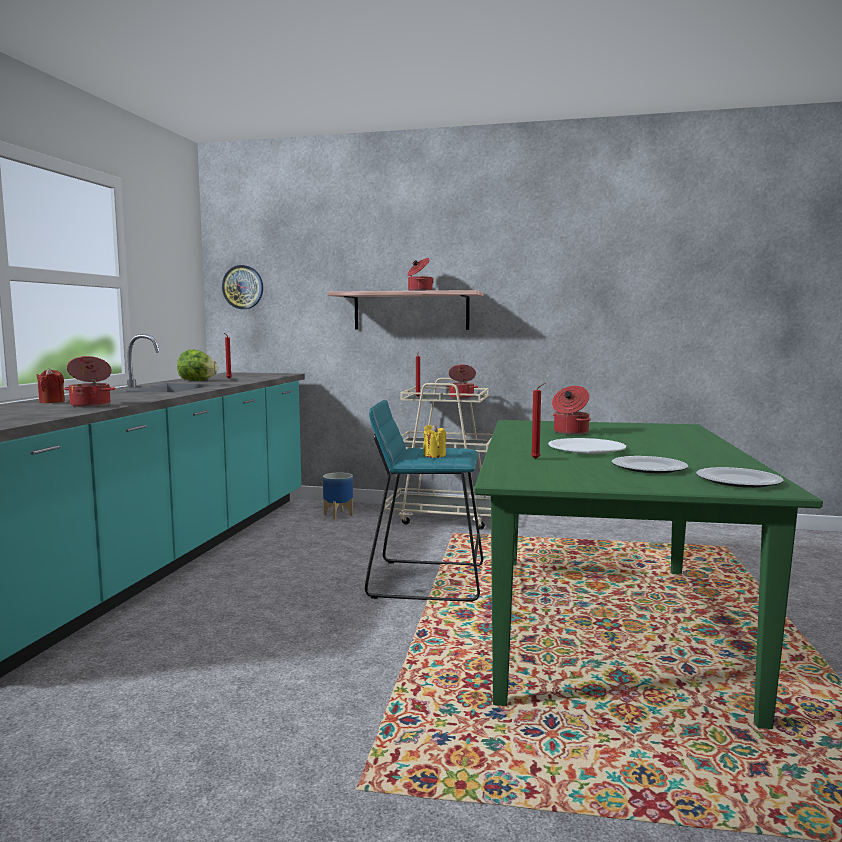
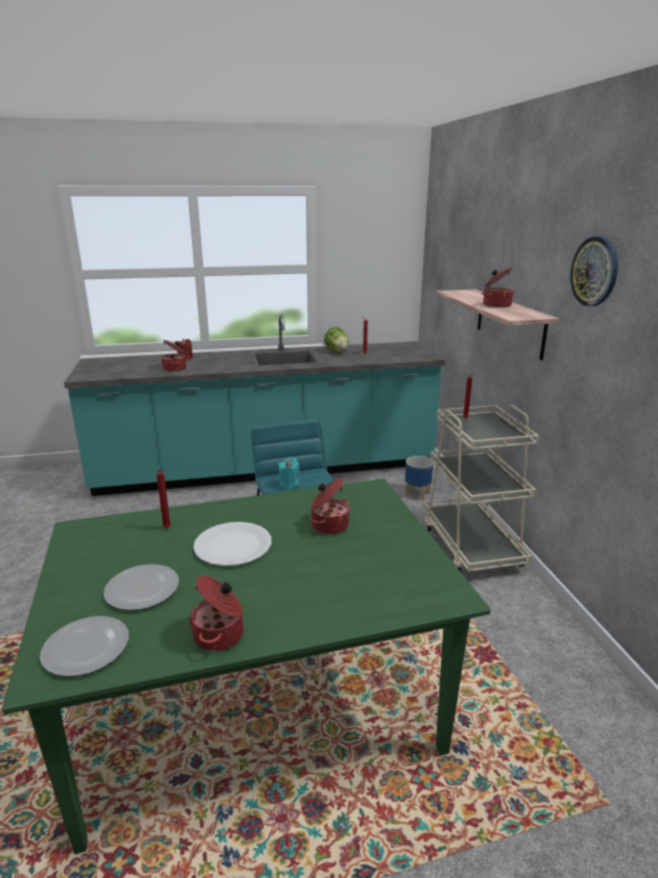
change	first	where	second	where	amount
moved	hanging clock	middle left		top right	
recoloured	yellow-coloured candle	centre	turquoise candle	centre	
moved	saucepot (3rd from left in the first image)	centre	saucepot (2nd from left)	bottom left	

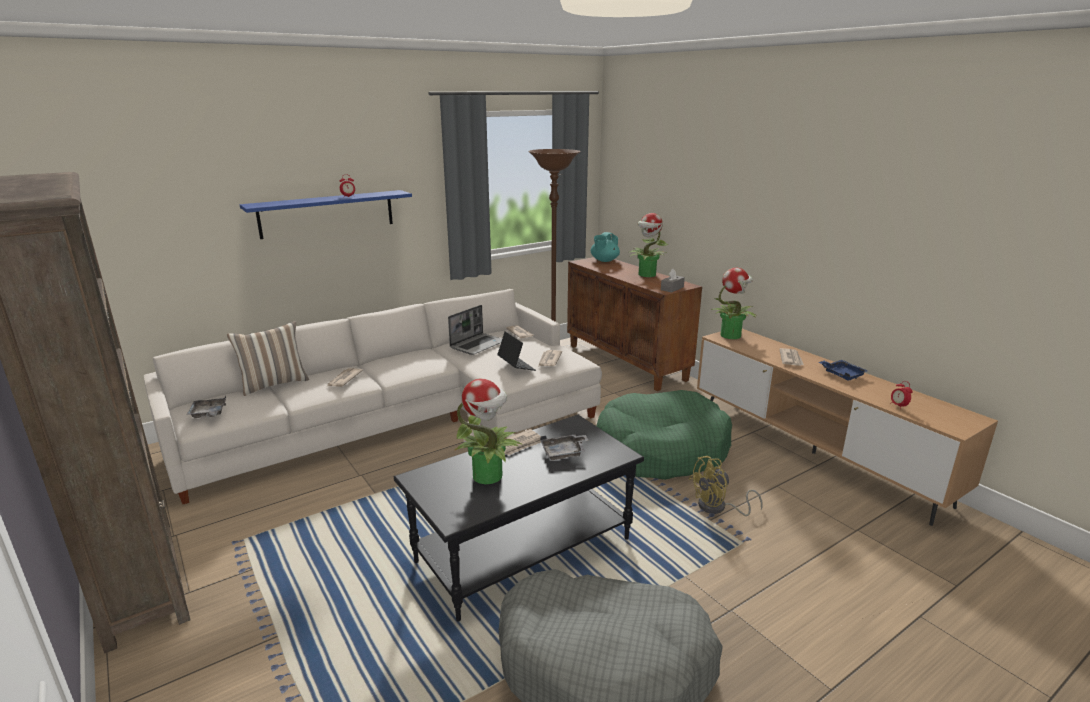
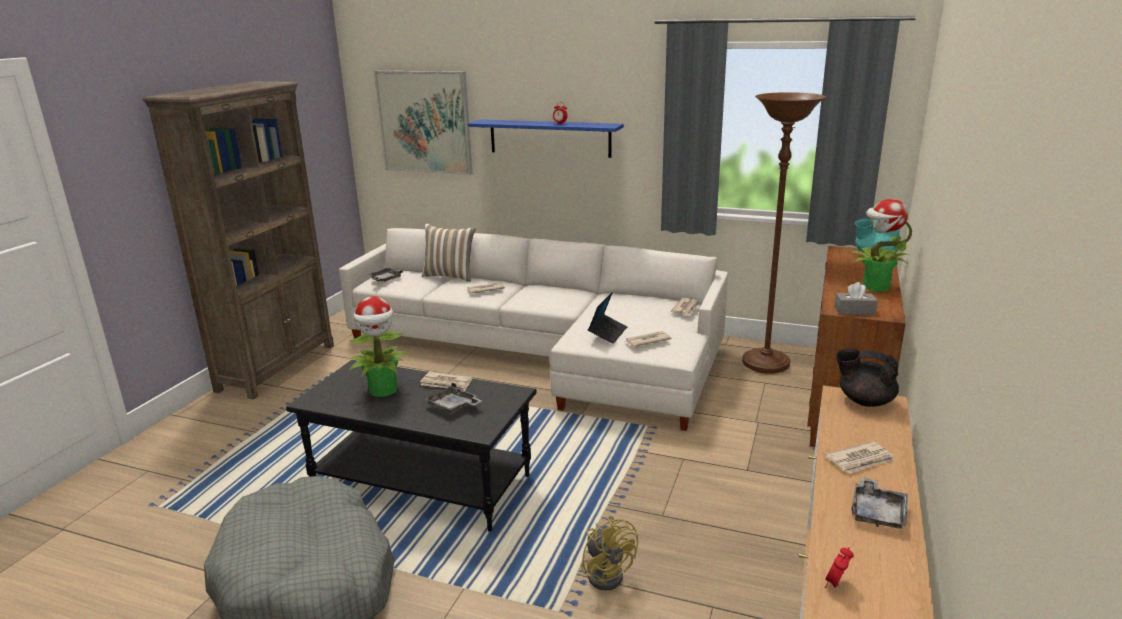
change	first	where	second	where	amount
removed	portable computer (1st from left)	centre			
removed	green-coloured dog cushion	centre			
turned	yellow-coloured fan	bottom centre		bottom centre	150 degrees counterclockwise
replaced	plant in a pot (3rd from left)	middle right	blackish teapot	middle right	
recoloured	blue-coloured tray	middle right	grey tray (3rd from left)	bottom right	
added			picture	top centre	

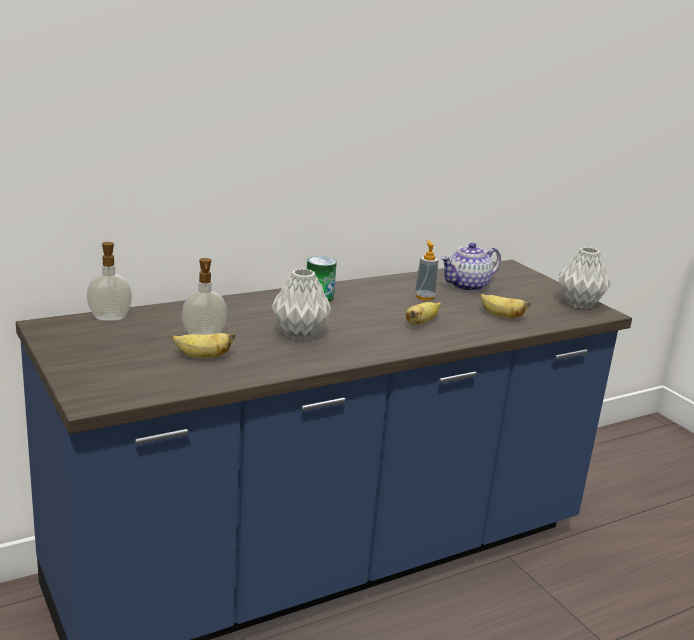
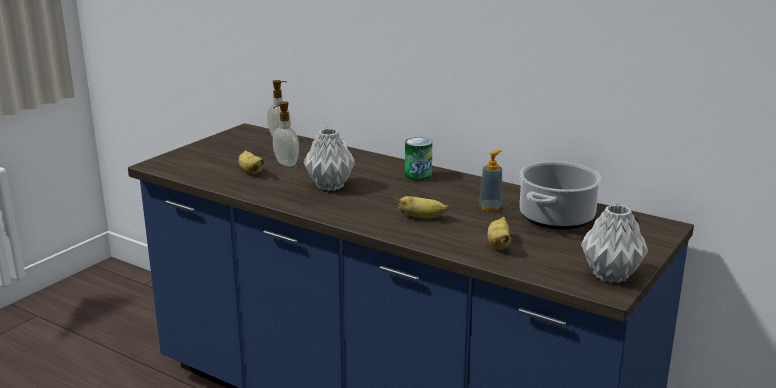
change	first	where	second	where	amount
replaced	teapot	middle right	saucepot	middle right	

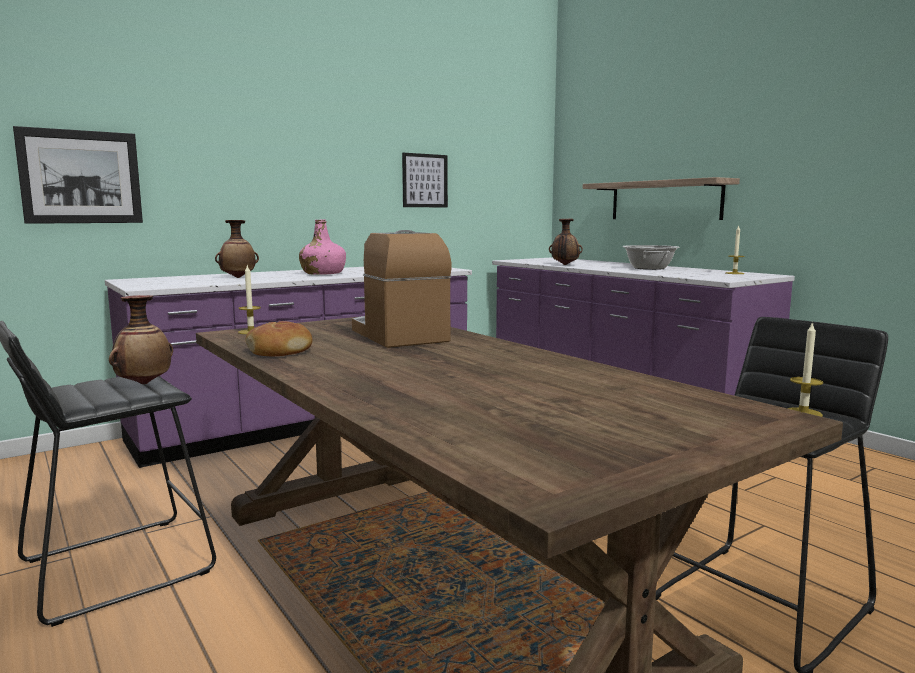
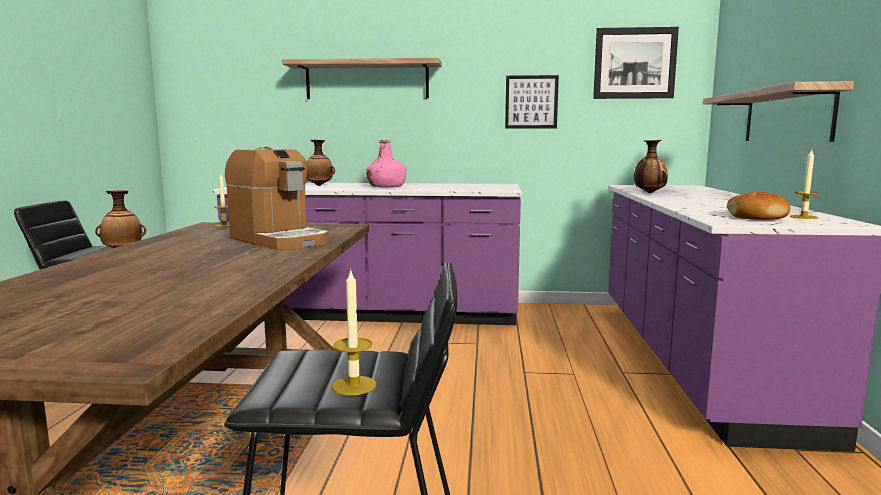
change	first	where	second	where	amount
moved	picture (1st from left in the first image)	top left	picture (2nd from left)	top right	
moved	bakery bread	middle left		middle right	
turned	coffee maker	centre		middle left	120 degrees clockwise
removed	saucepot	middle right			
added			wall shelf (1st from left)	top centre	

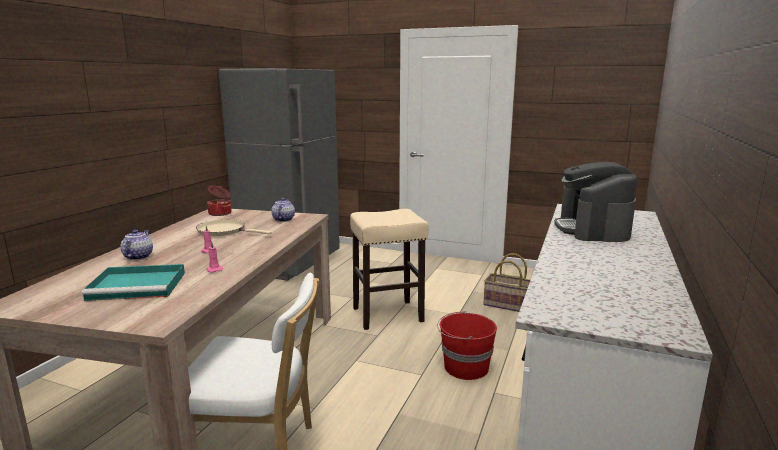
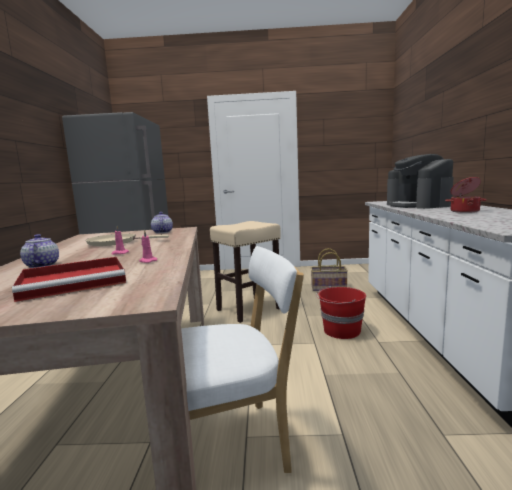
change	first	where	second	where	amount
recoloured	turquoise tray	middle left	reddish tray	middle left	
moved	saucepot	middle left		middle right	

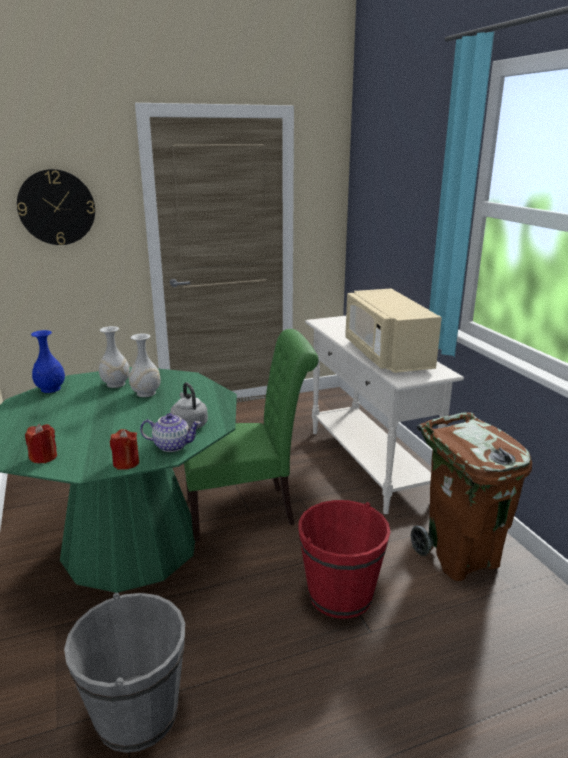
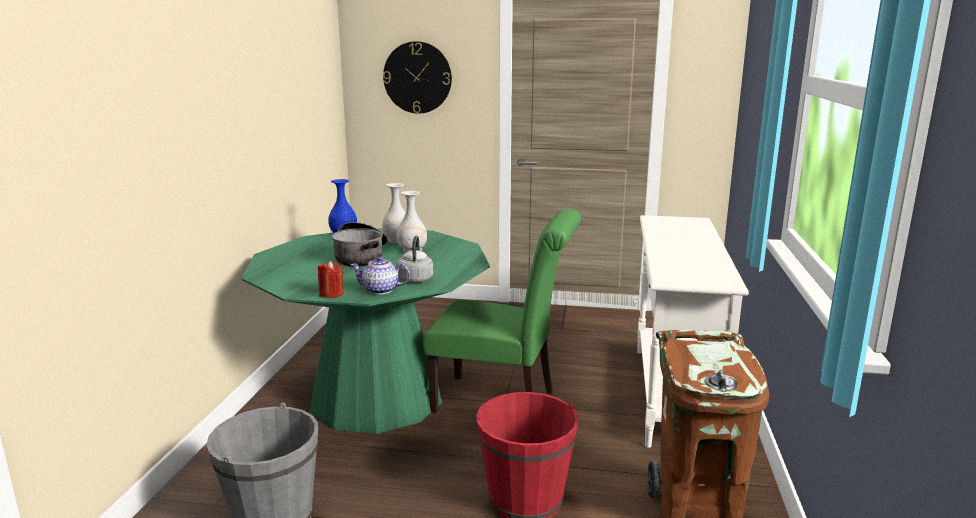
change	first	where	second	where	amount
removed	reddish candle (1st from left)	middle left			
turned	teapot	middle left		centre	150 degrees clockwise
removed	sand-coloured kitchen microwave	middle right			
added			saucepot	centre	

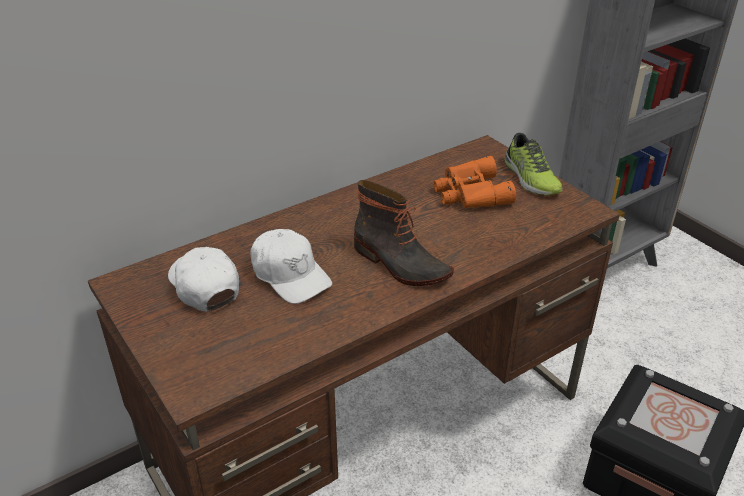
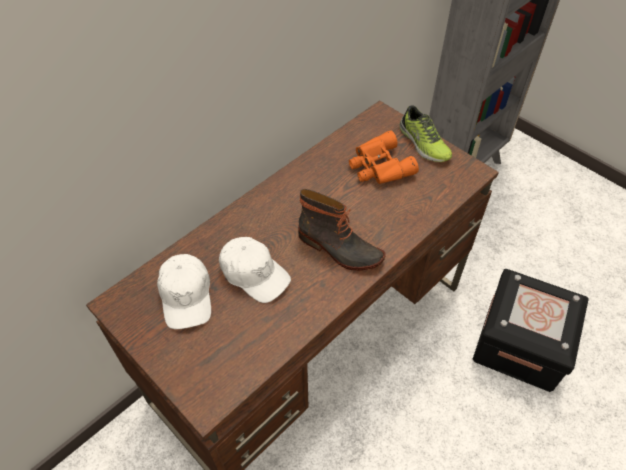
change	first	where	second	where	amount
turned	whitish peaked cap (1st from left)	middle left		middle left	150 degrees counterclockwise

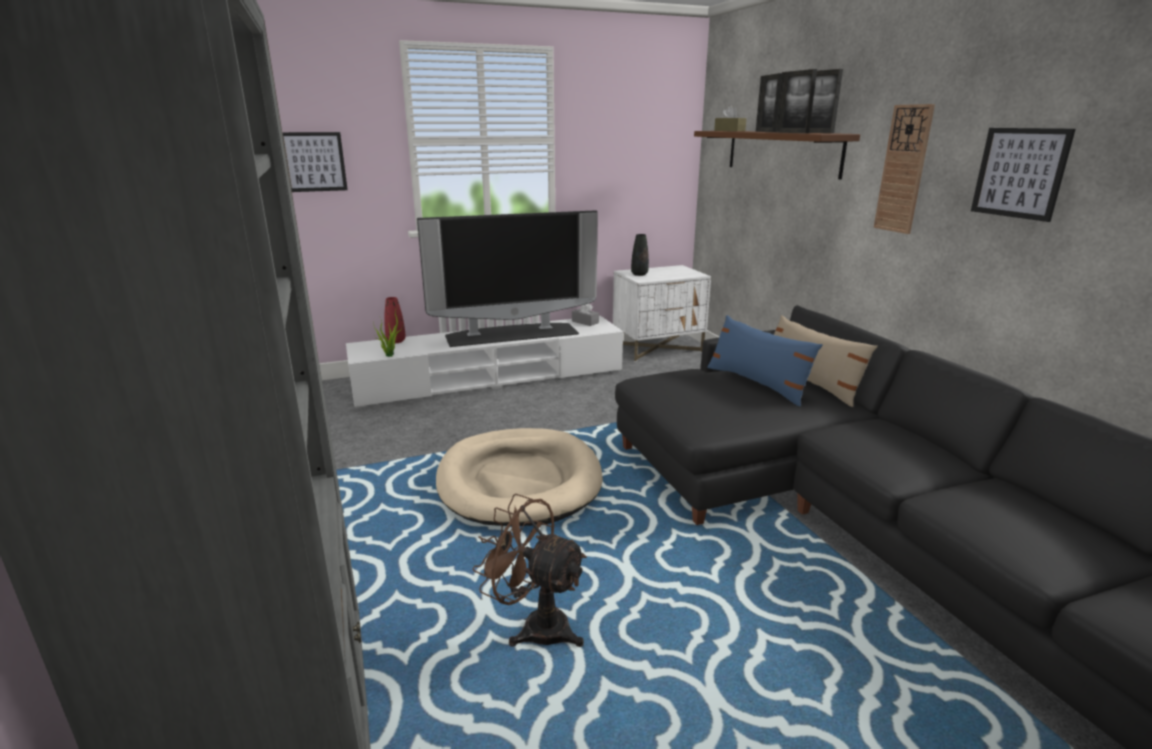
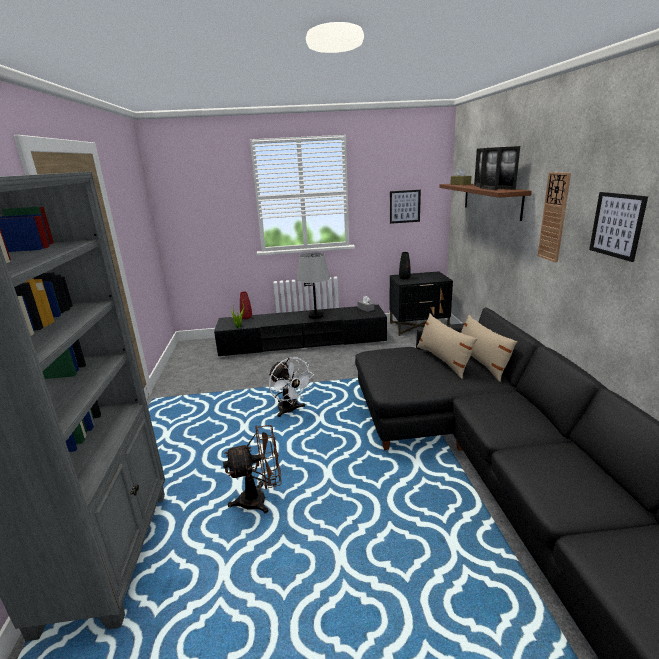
change	first	where	second	where	amount
moved	picture (1st from left)	top left		top centre	
recoloured	whitish tv unit	centre	blackish tv unit	centre	
replaced	TV	centre	grey tabletop lamp	centre	
replaced	sand-coloured dog cushion	centre	whitish fan	centre	
turned	brown fan	bottom centre		bottom centre	120 degrees clockwise
recoloured	whitish night table	centre	blackish night table	centre	
recoloured	blue-coloured throw pillow	centre	sand-coloured throw pillow (1st from left)	middle right	

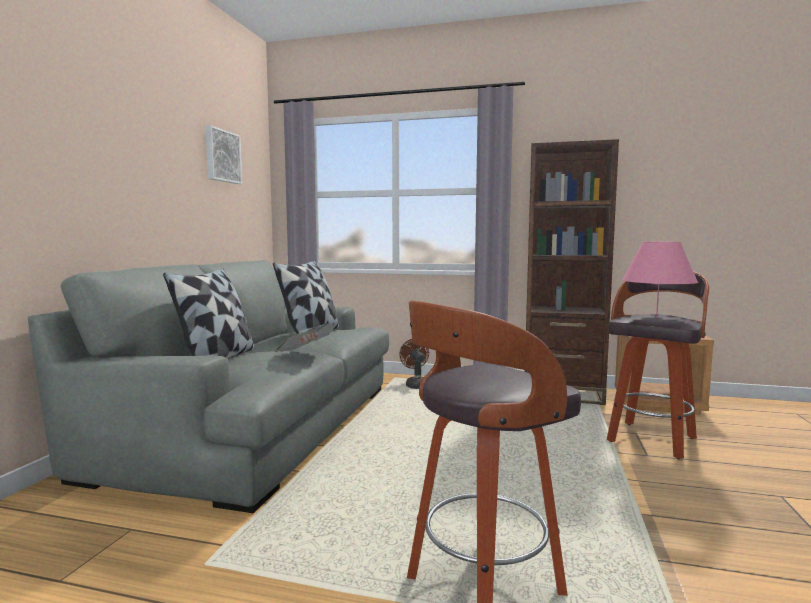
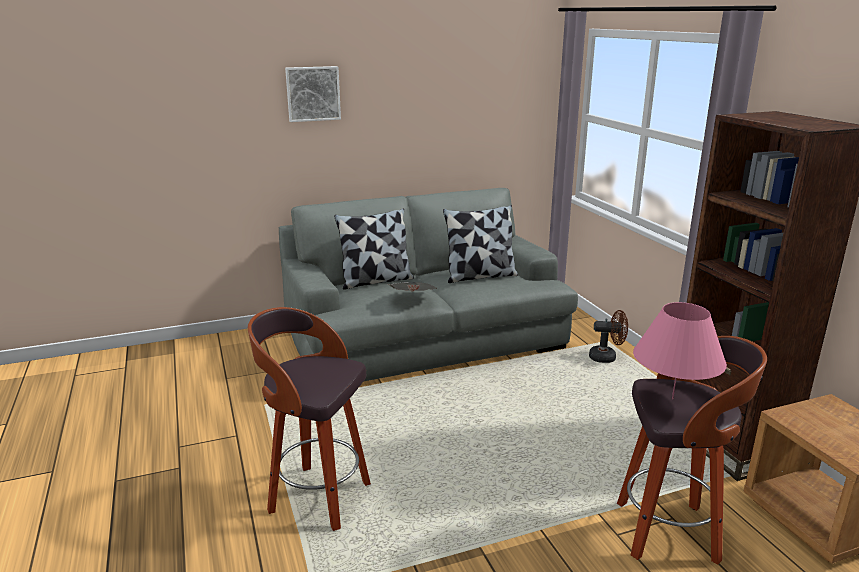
change	first	where	second	where	amount
moved	picture	top left		top centre	
turned	brown fan	centre		middle right	60 degrees clockwise

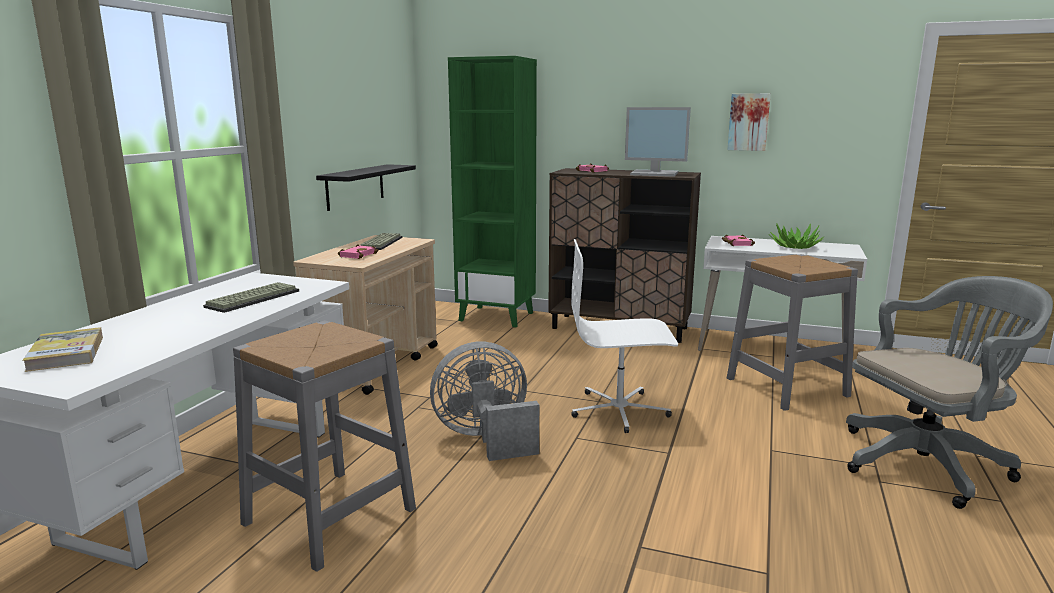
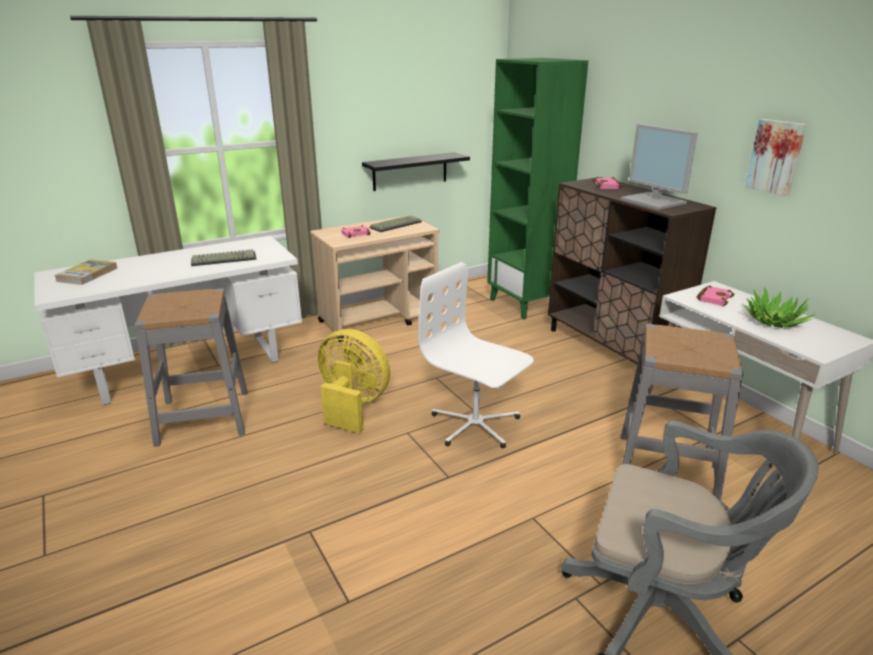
change	first	where	second	where	amount
recoloured	grey fan	bottom centre	yellow-coloured fan	centre	

